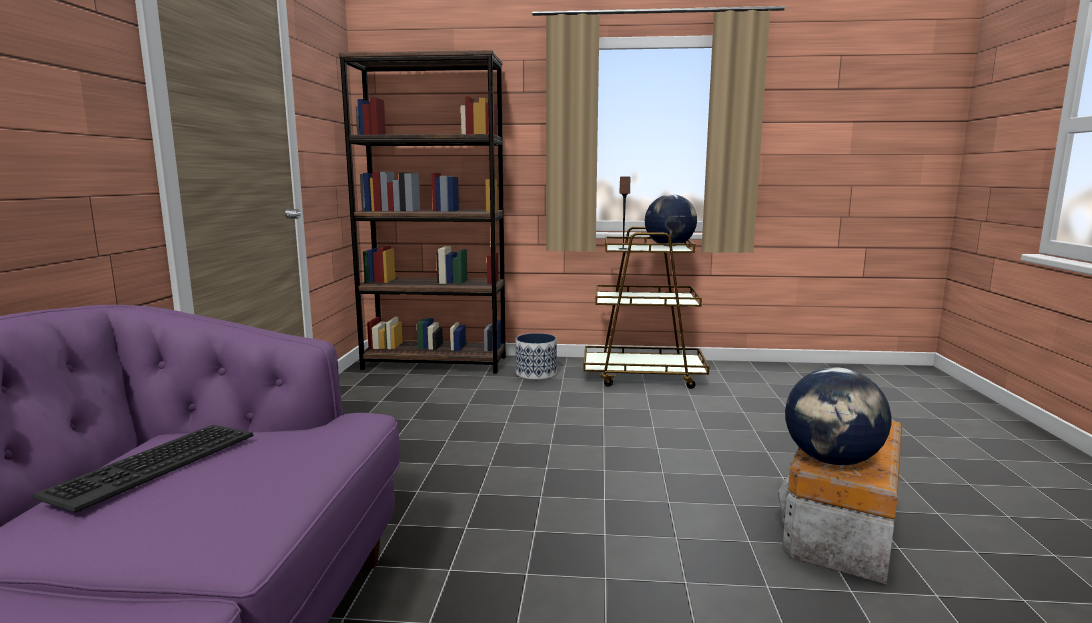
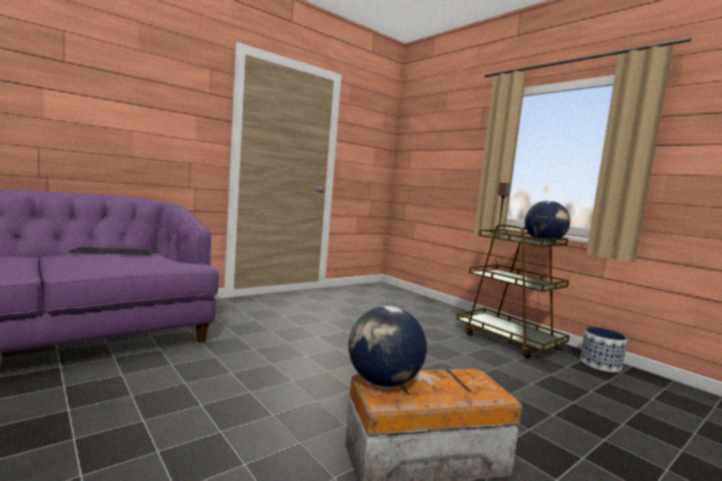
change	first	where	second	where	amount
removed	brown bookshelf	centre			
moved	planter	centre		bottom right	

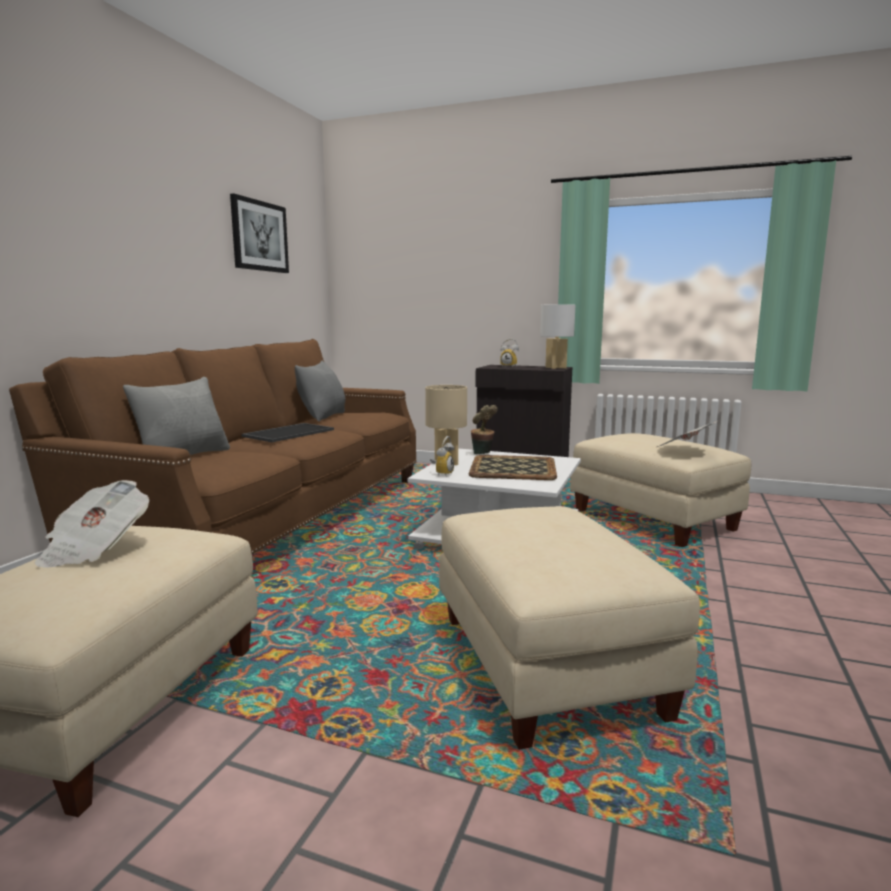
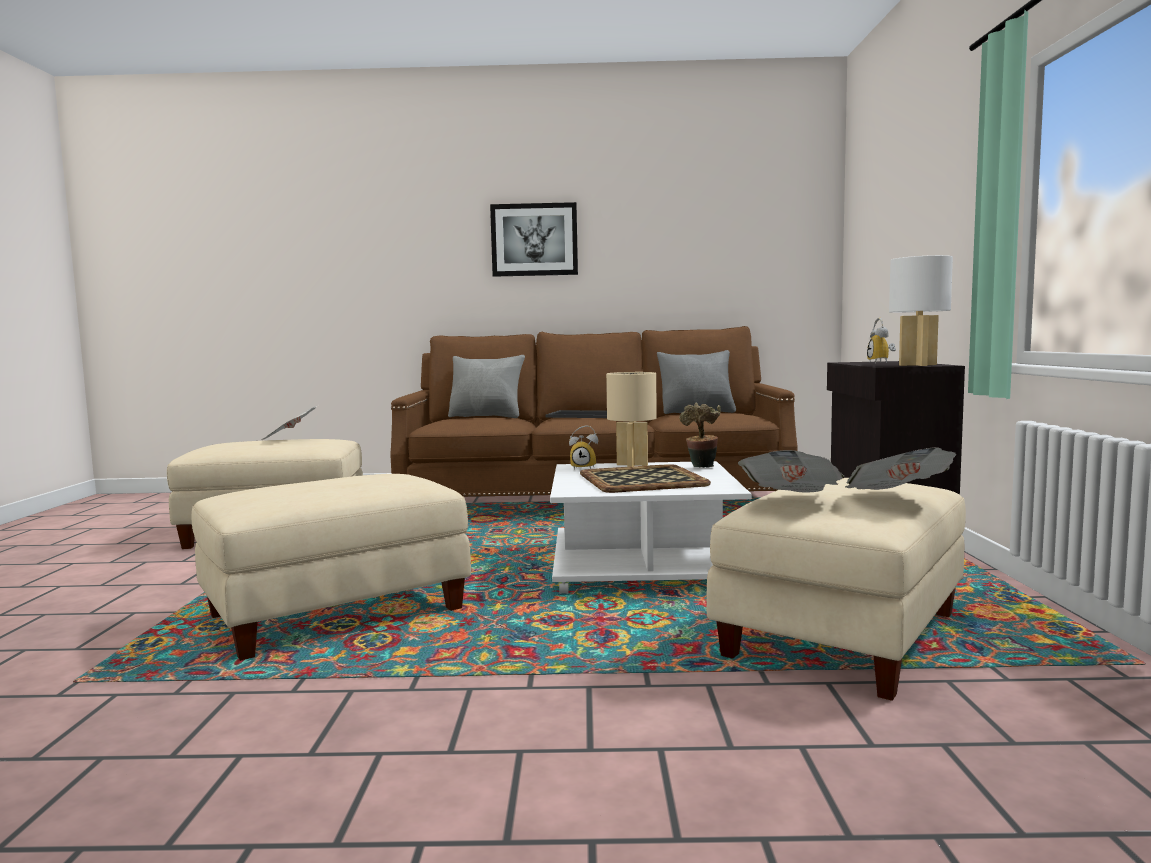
change	first	where	second	where	amount
moved	picture	top left		top centre	
added			printed paper (3rd from left)	middle right	

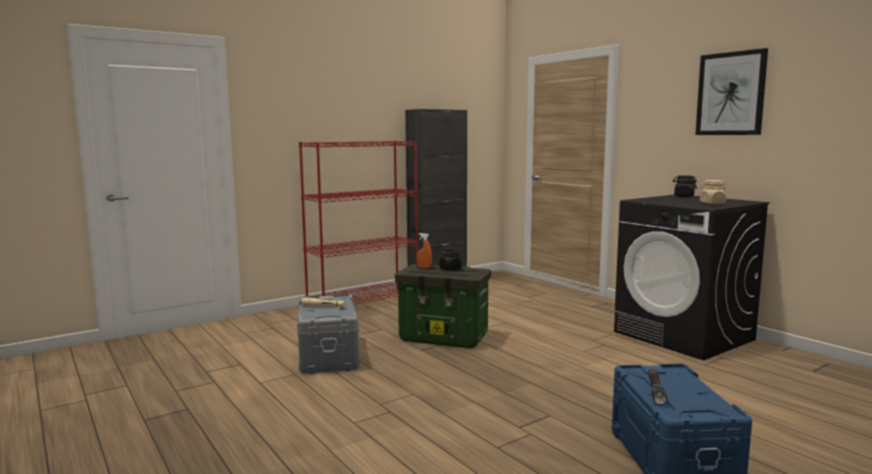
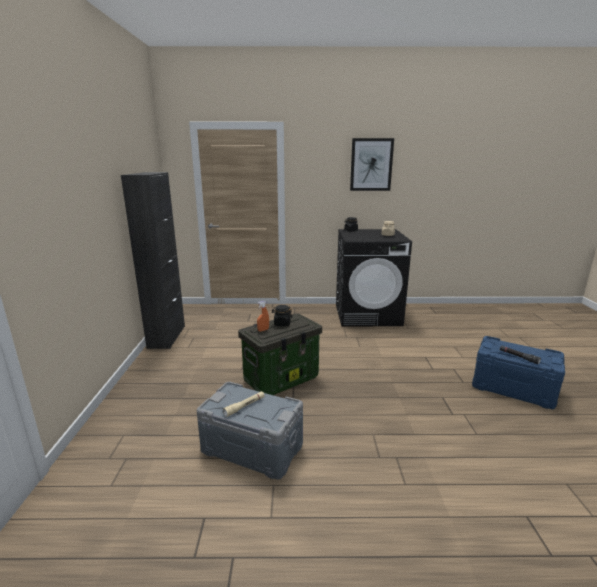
change	first	where	second	where	amount
removed	reddish bookshelf	centre			

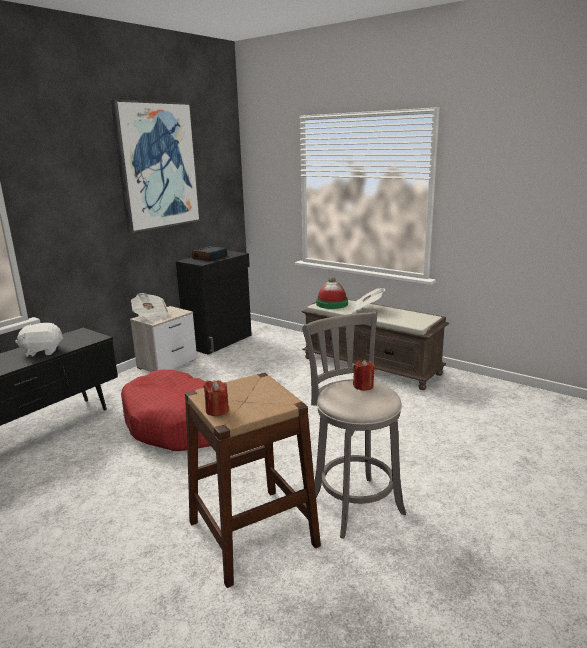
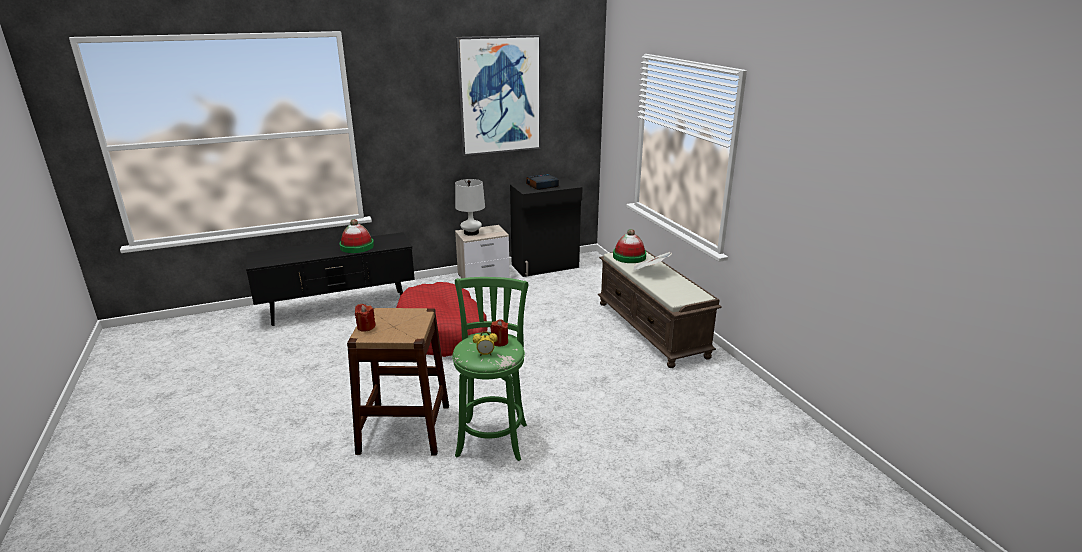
change	first	where	second	where	amount
replaced	whitish plush toy	middle left	hat (1st from left)	middle left	
replaced	printed paper (1st from left)	middle left	whitish tabletop lamp	centre	
recoloured	grey stool seat	centre	green-coloured stool seat	bottom centre	
added			table clock (1st from left)	centre	

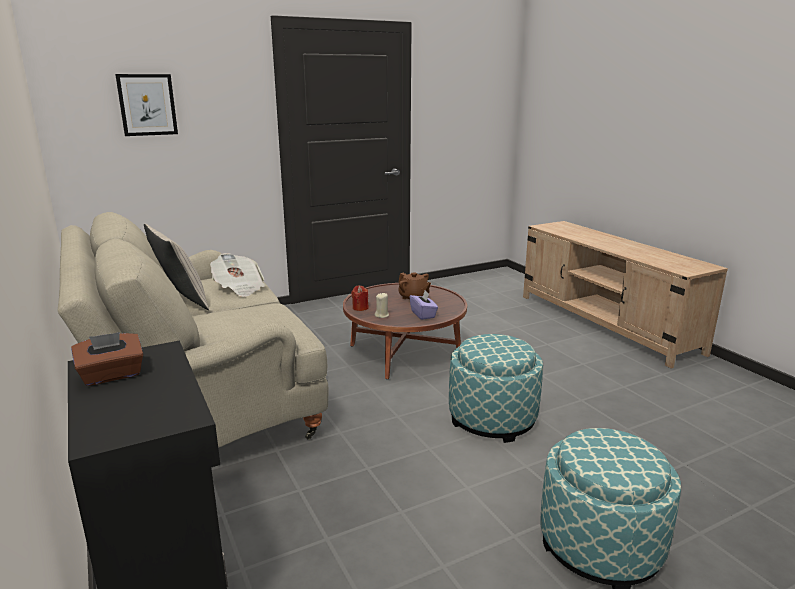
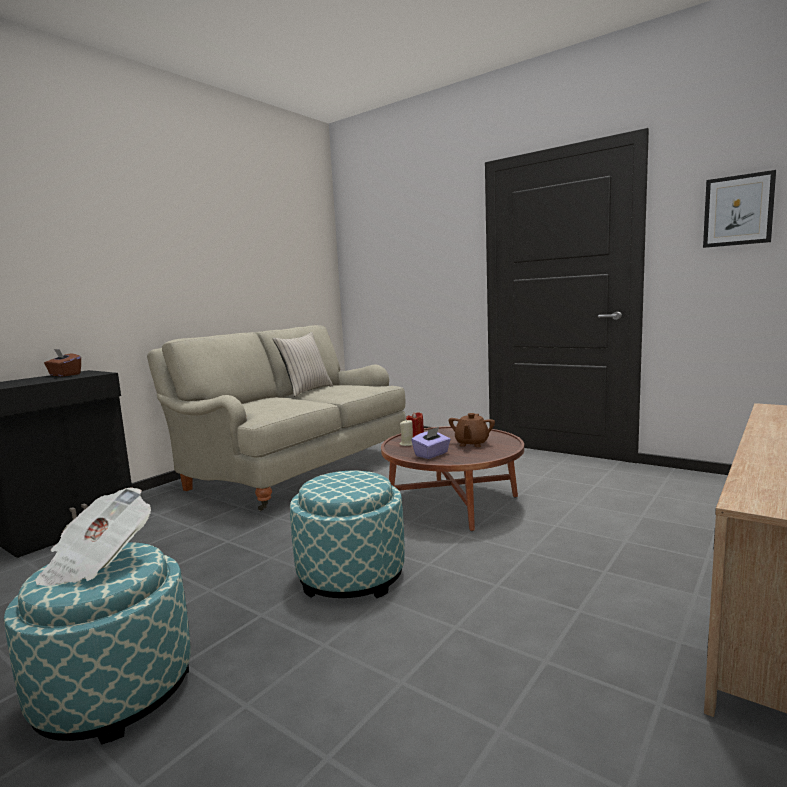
change	first	where	second	where	amount
moved	picture	top left		top right	
moved	printed paper	middle left		bottom left	

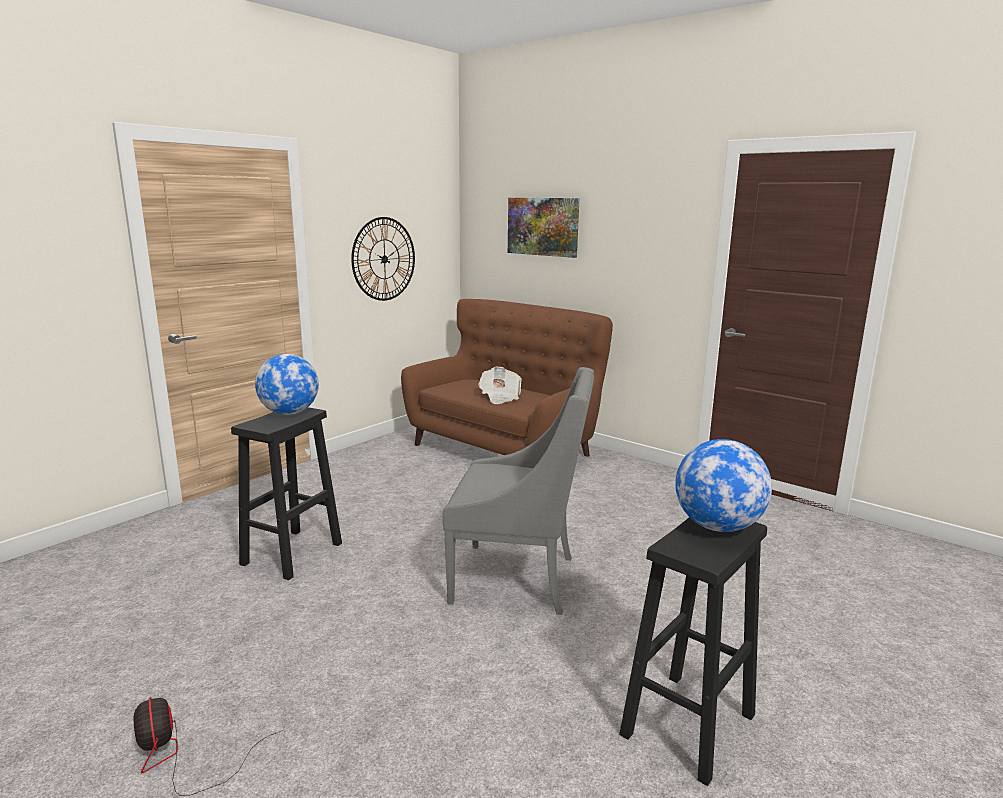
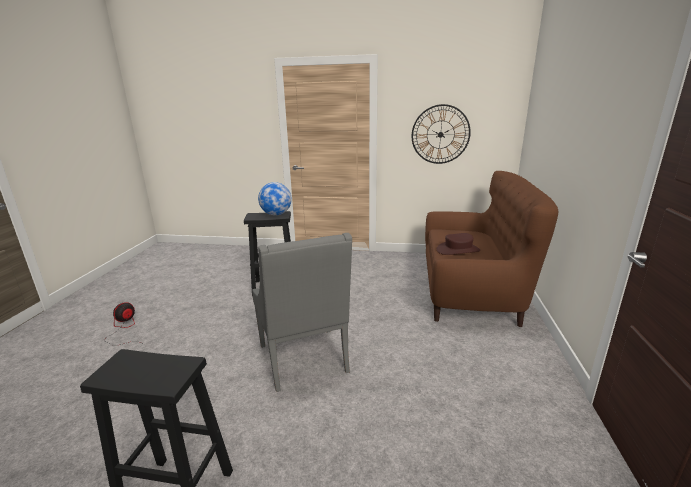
change	first	where	second	where	amount
replaced	printed paper	centre	brown hat	centre	
removed	picture	top centre			
removed	world globe (2nd from left)	middle right			

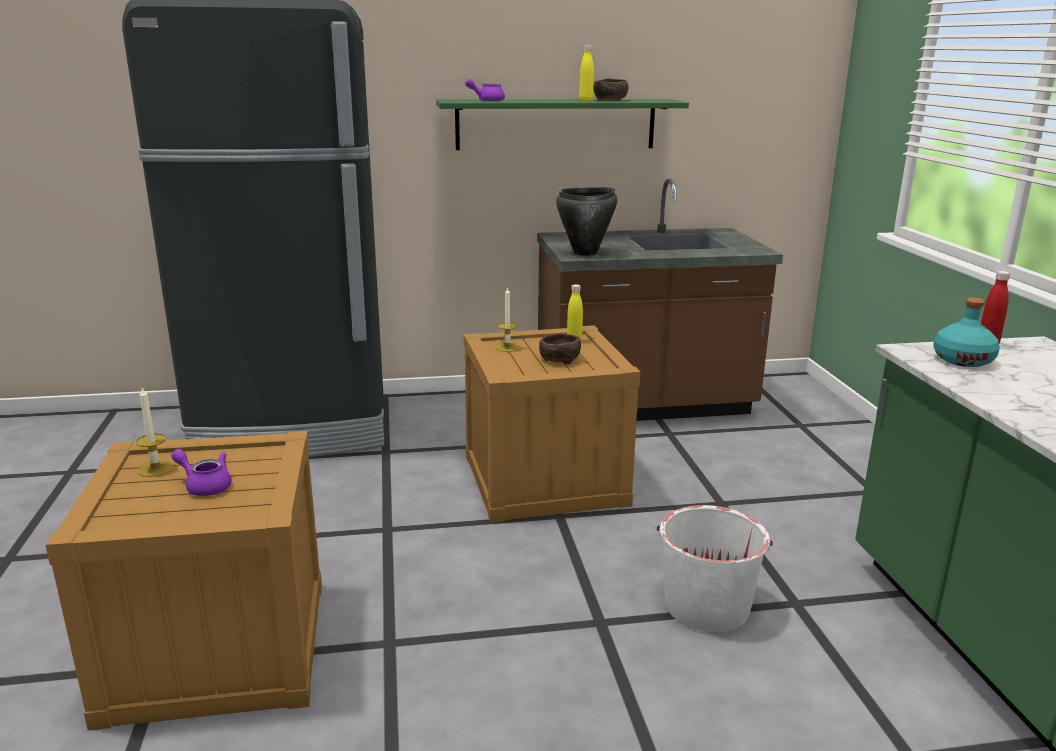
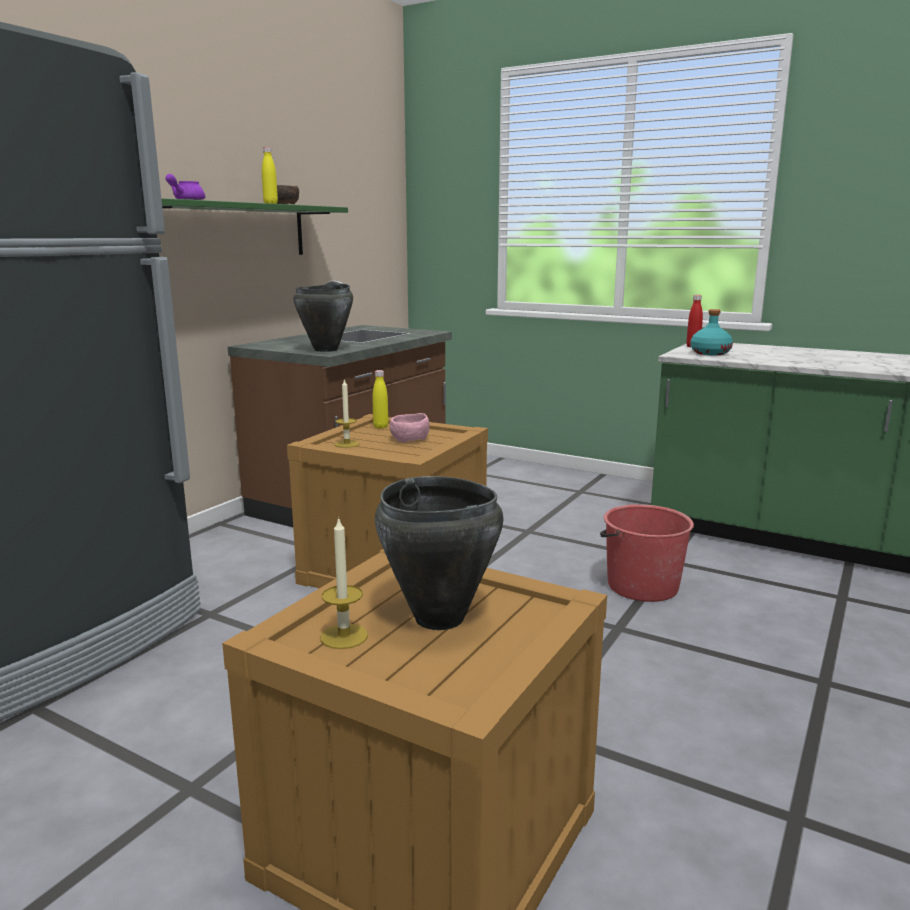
change	first	where	second	where	amount
replaced	purple teapot (1st from left)	middle left	blackish saucepot (2nd from left)	centre	
recoloured	brown deep dish (1st from left)	centre	pink-coloured deep dish	centre	
recoloured	whitish bucket	bottom right	reddish bucket	middle right	

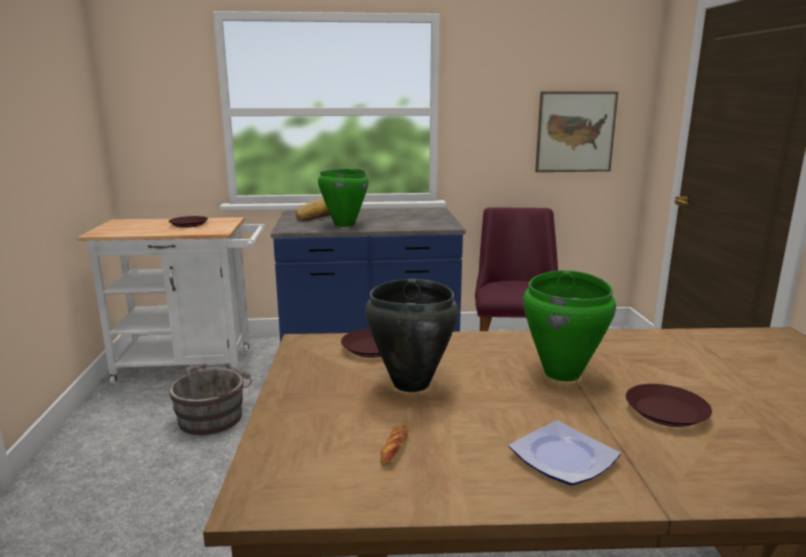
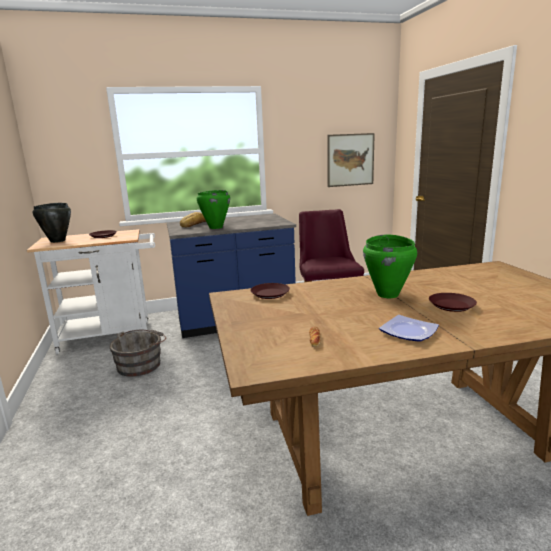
change	first	where	second	where	amount
moved	blackish saucepot	centre		middle left	

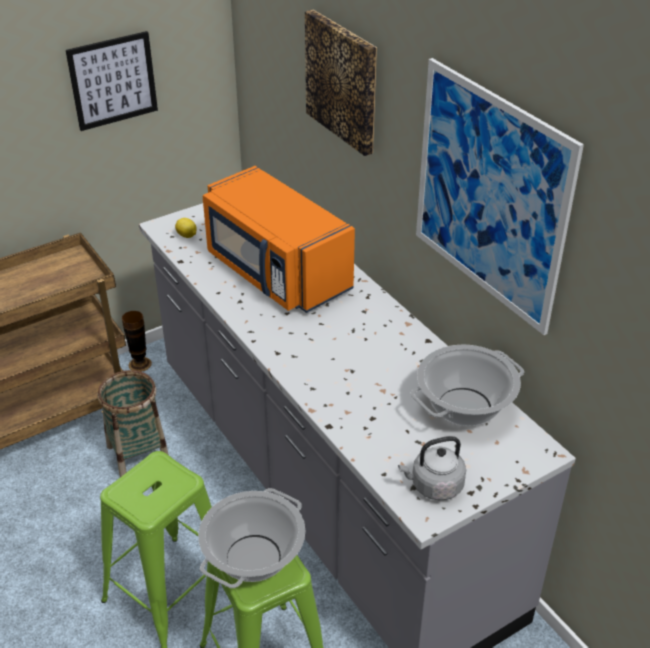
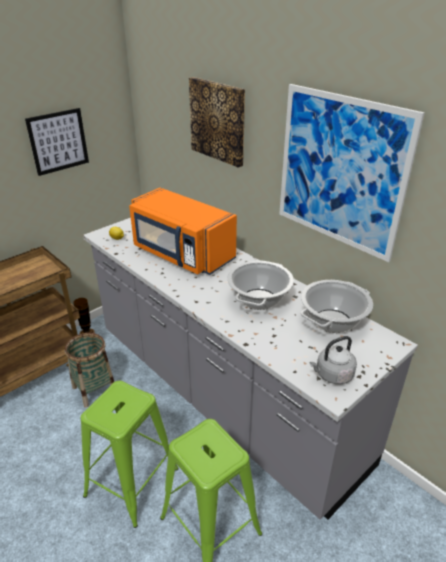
change	first	where	second	where	amount
moved	saucepot (1st from left)	bottom centre		centre	

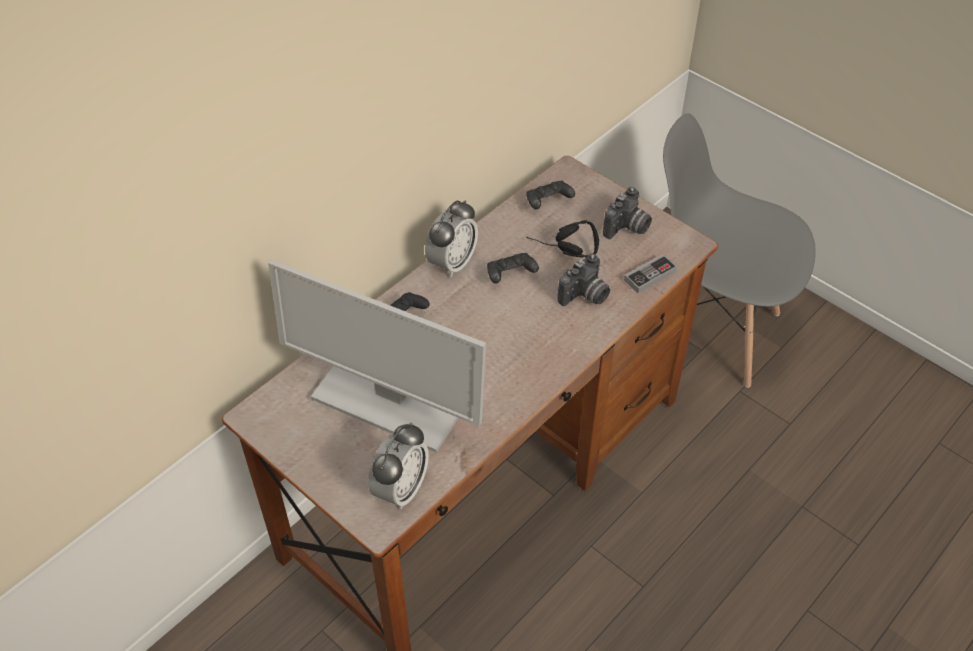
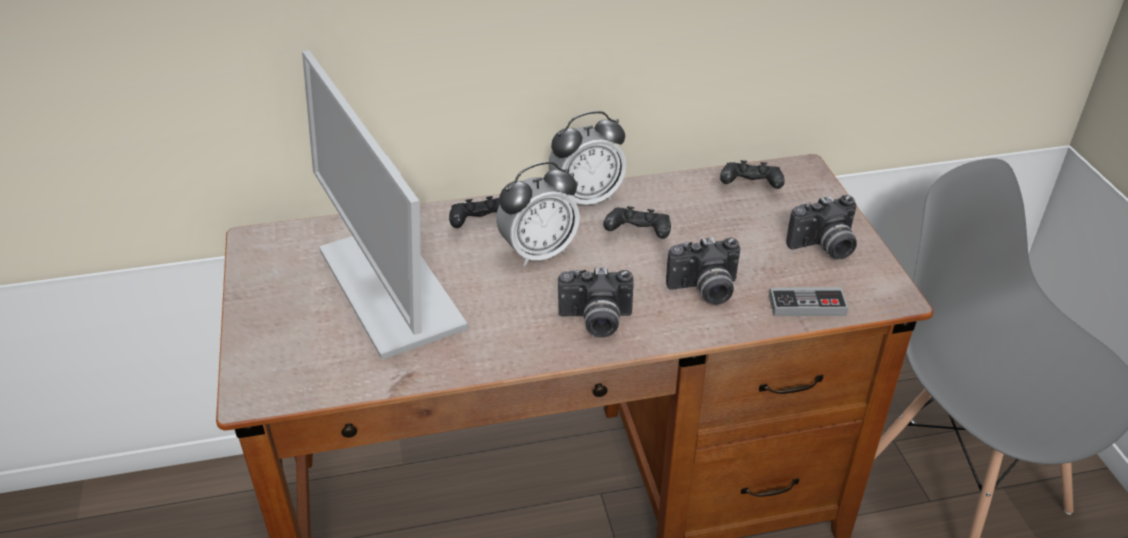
change	first	where	second	where	amount
moved	table clock (1st from left)	bottom centre		centre	
removed	blackish pair of headphones	centre			
added			still camera (1st from left)	centre	

